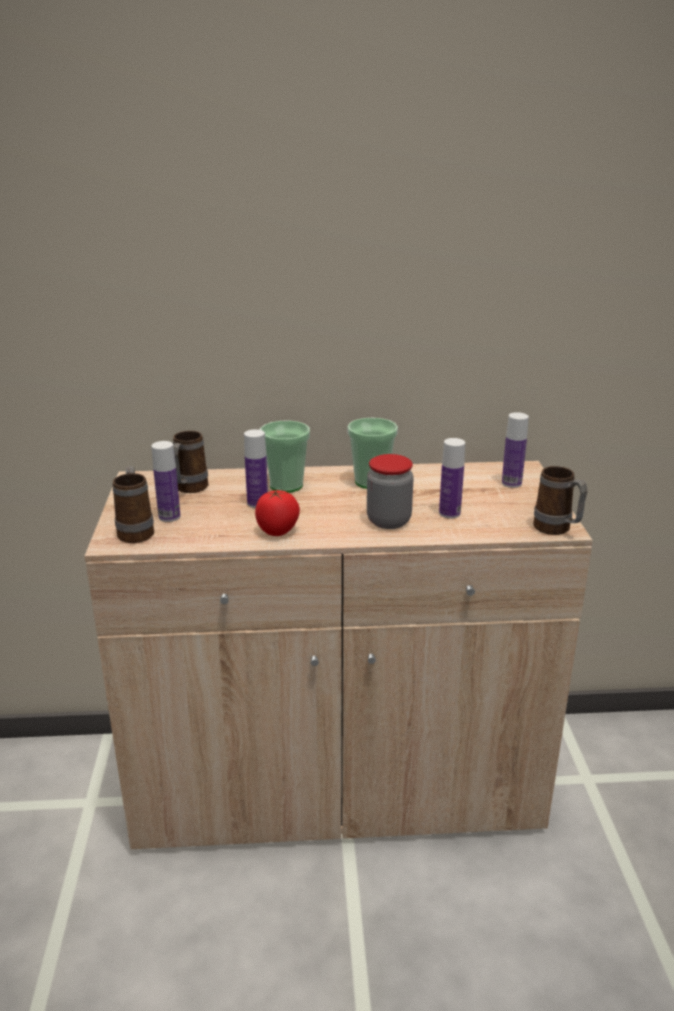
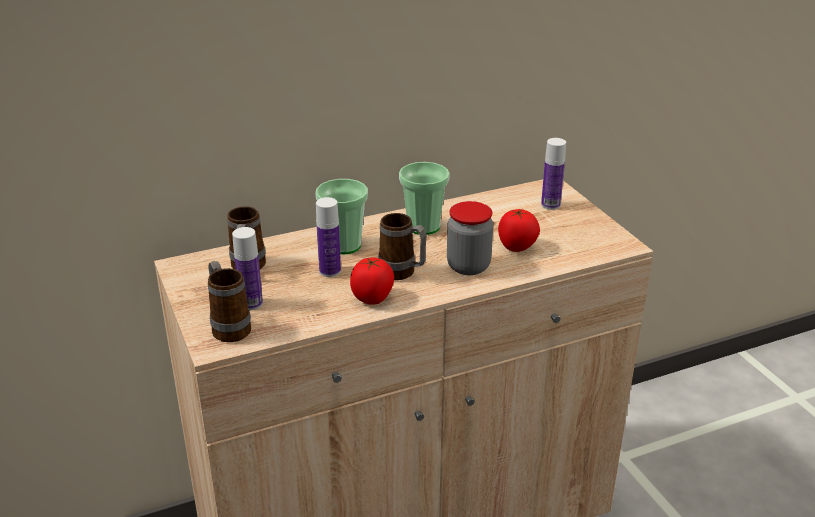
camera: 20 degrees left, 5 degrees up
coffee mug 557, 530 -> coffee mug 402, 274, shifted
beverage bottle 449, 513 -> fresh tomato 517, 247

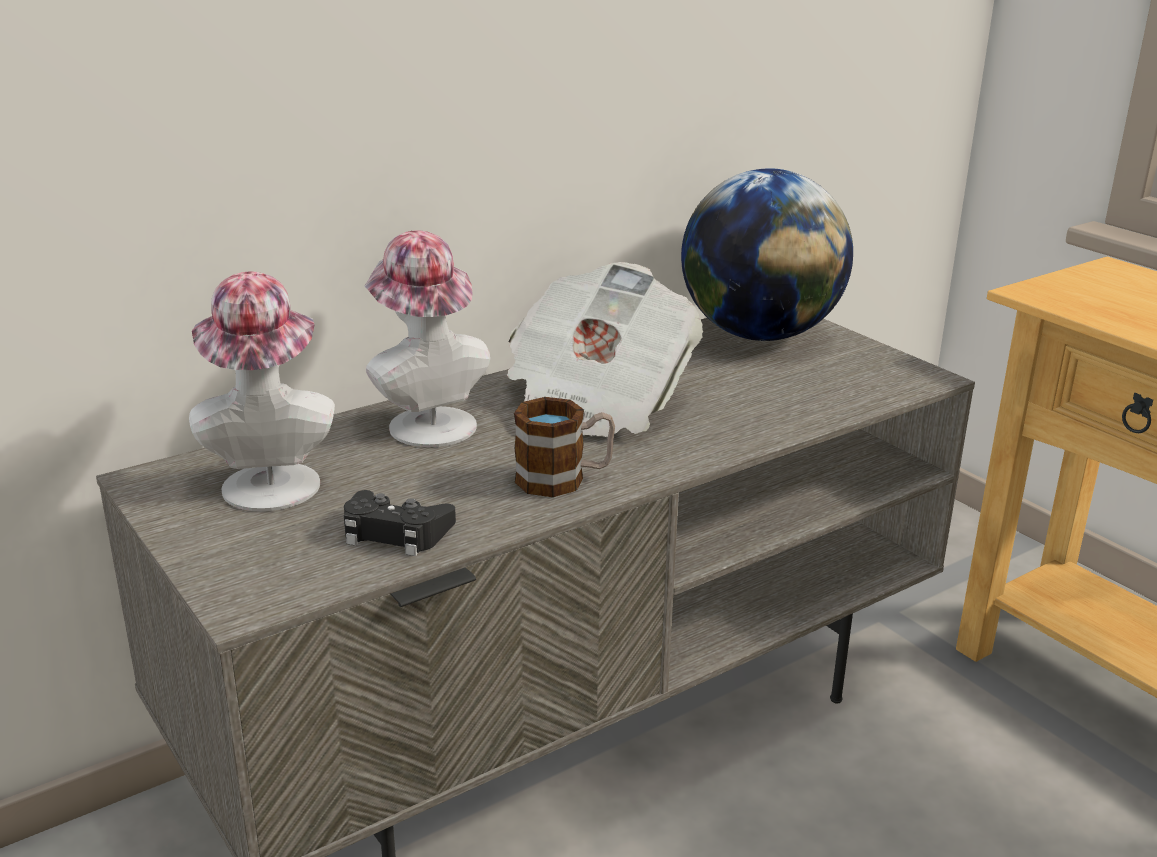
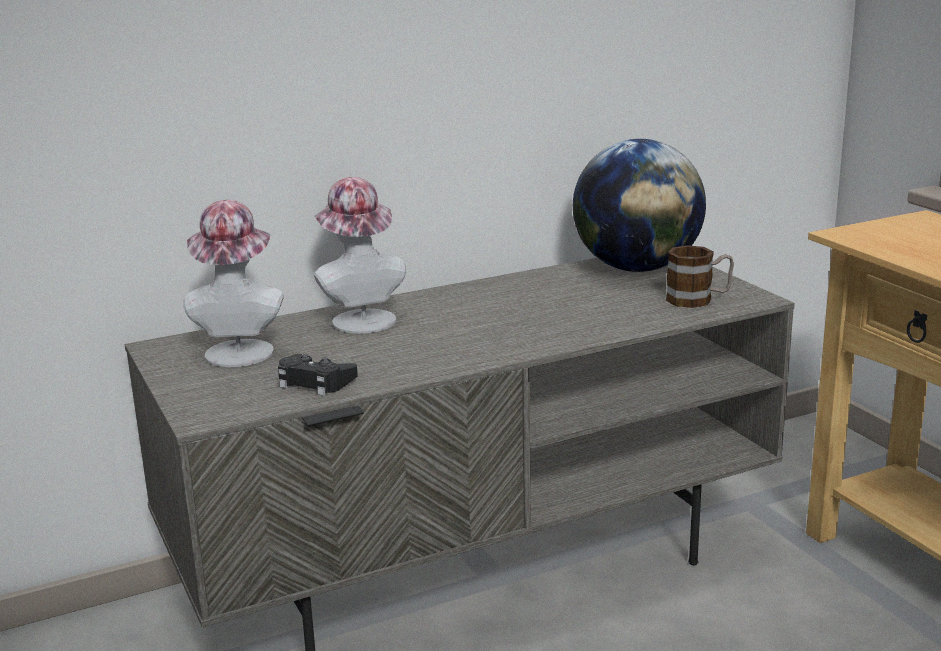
camera: 10 degrees right, 5 degrees down
newspaper 594, 403 -> none
coffee mug 564, 479 -> coffee mug 698, 299, shifted

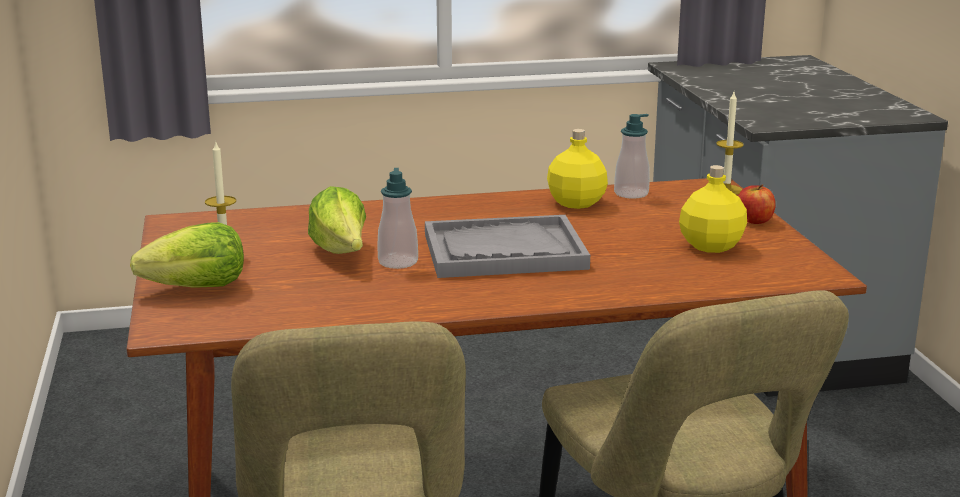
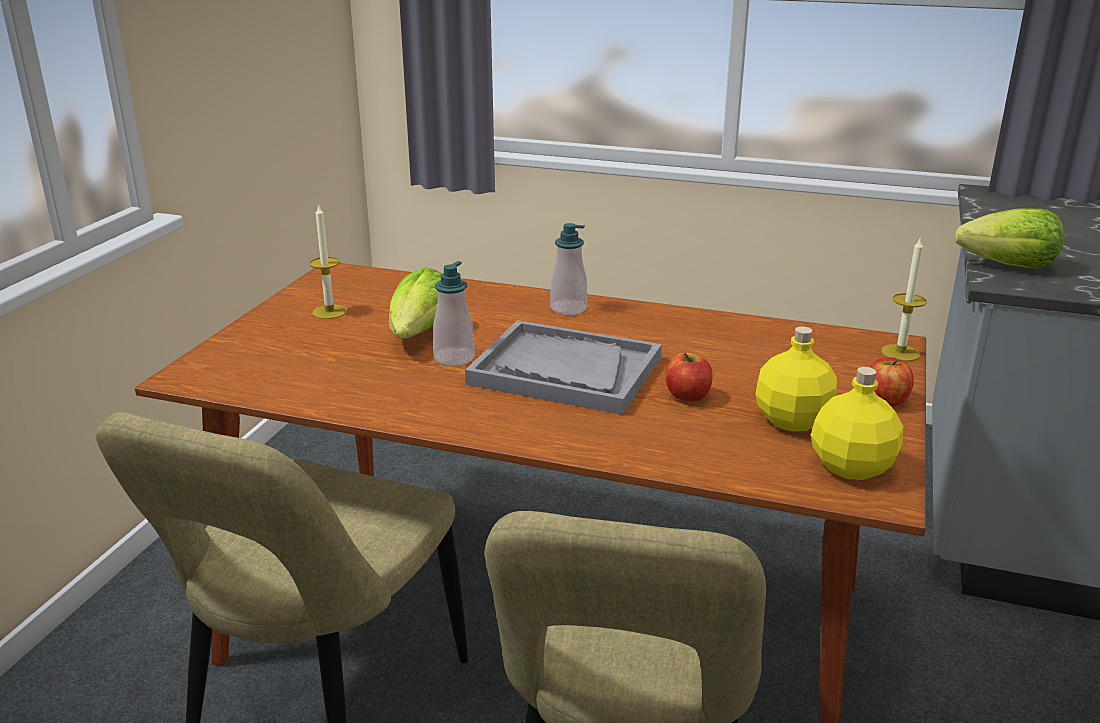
camera: 30 degrees right, 5 degrees up
none -> apple 688, 396
lettuce head 197, 288 -> lettuce head 1009, 266, shifted
yellow-coloured beverage bottle 576, 202 -> yellow-coloured beverage bottle 852, 466, shifted
soap bottle 631, 194 -> soap bottle 568, 308, shifted

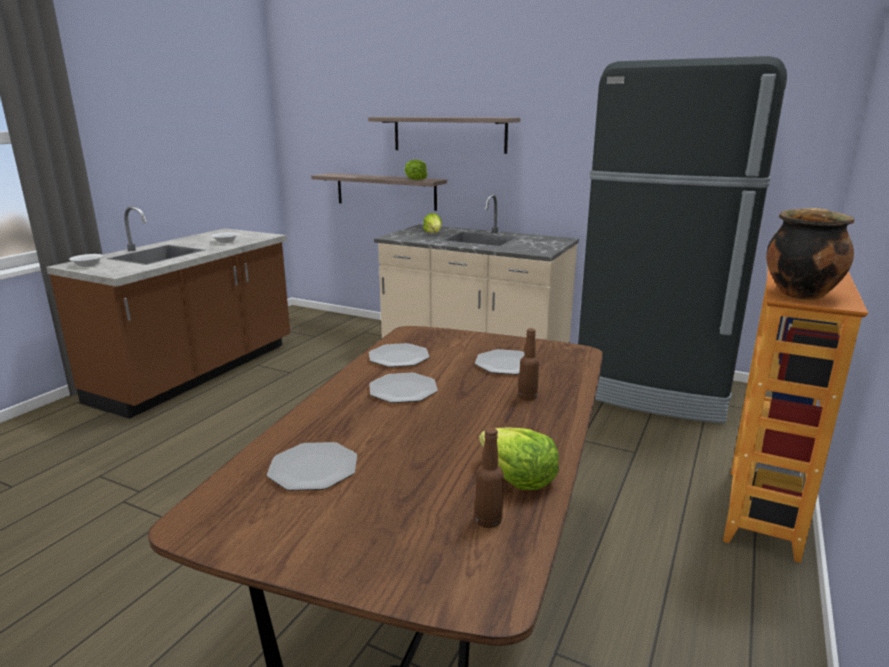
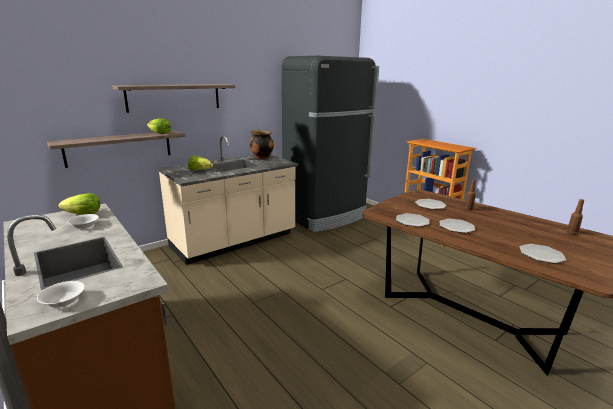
camera: 65 degrees left, 0 degrees up
lettuce head 517, 478 -> lettuce head 84, 214, shifted
saucepot 799, 294 -> saucepot 261, 157, shifted

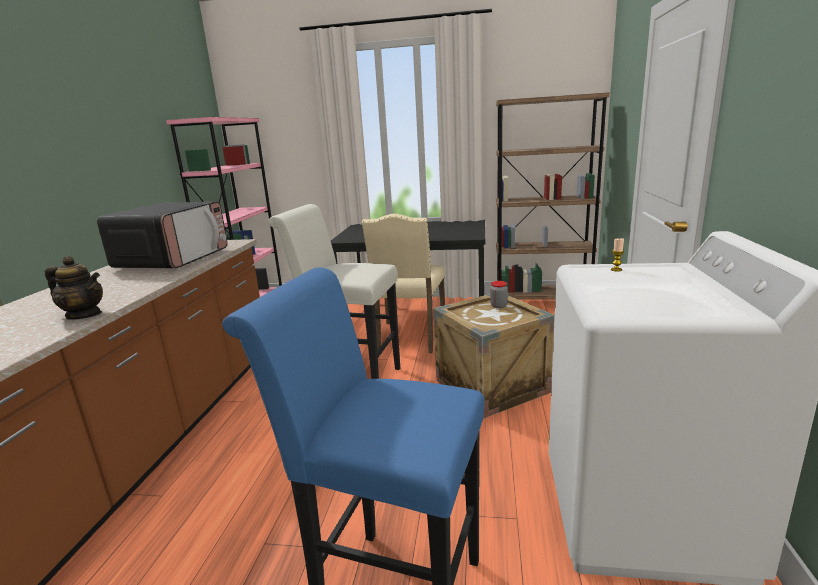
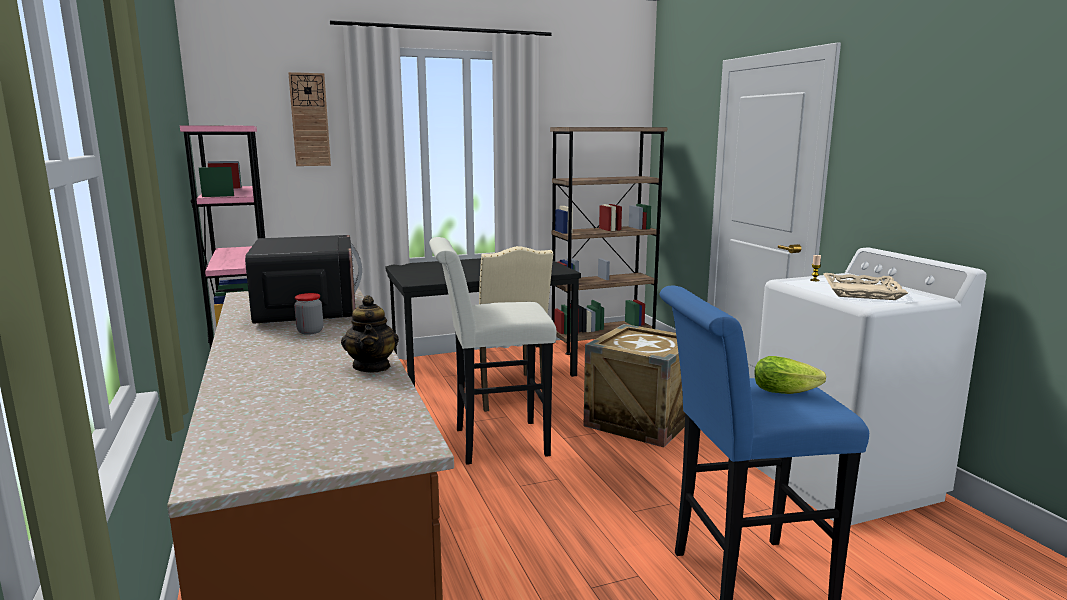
camera: 30 degrees left, 5 degrees down
none -> hanging clock 310, 120
none -> lettuce head 789, 391
none -> beige-coloured tray 861, 292
jar 498, 306 -> jar 310, 331, shifted
tea pot 84, 315 -> tea pot 372, 367, 90 degrees clockwise

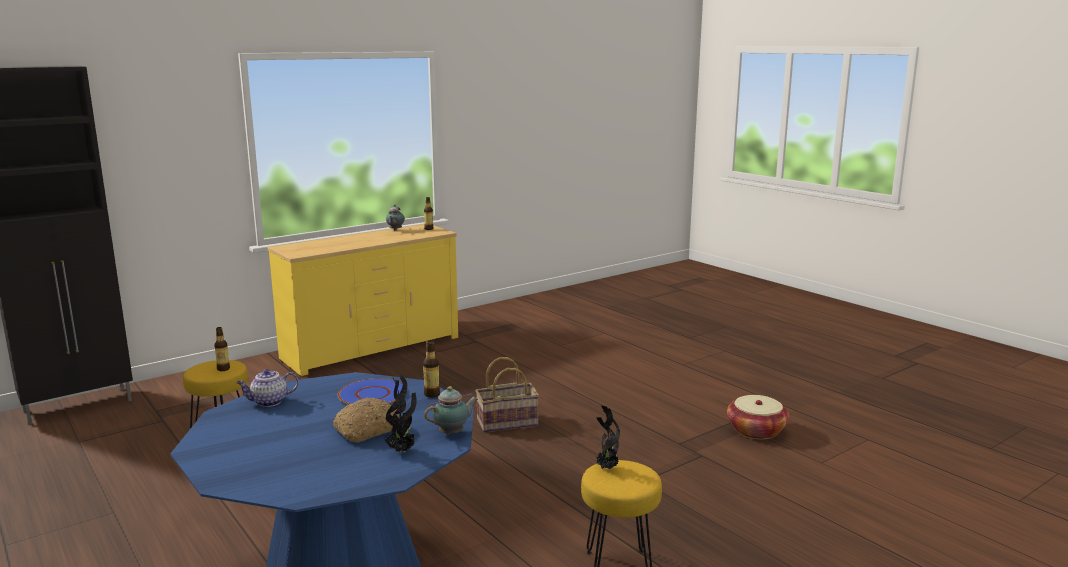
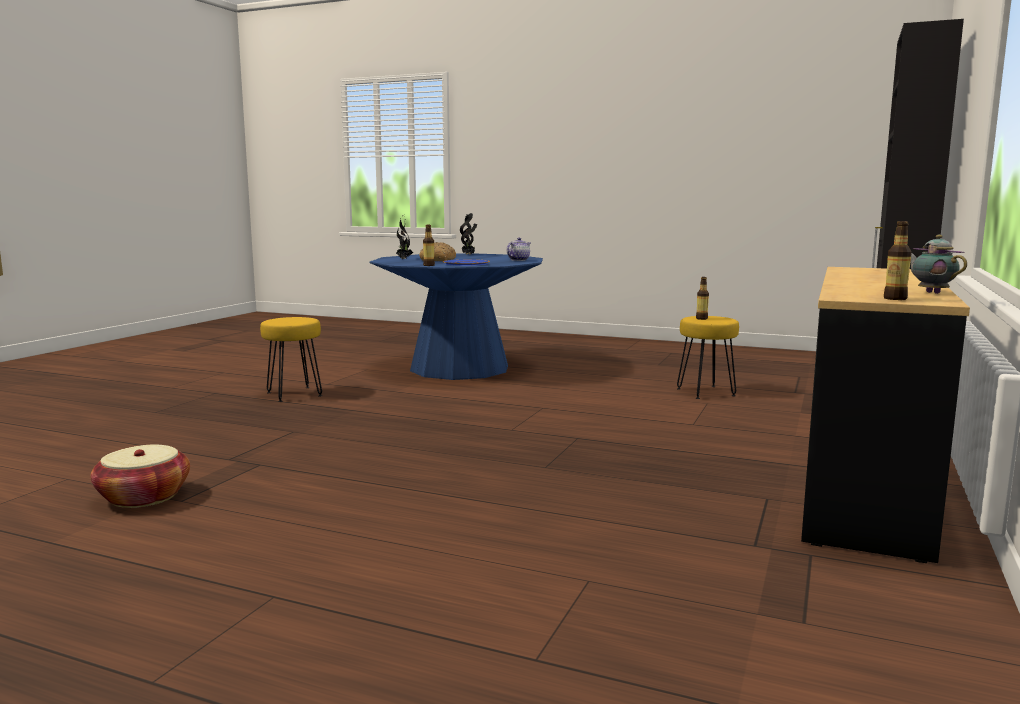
camera: 150 degrees right, 5 degrees down
tea pot 453, 433 -> none
storage basket 507, 422 -> none
plant in a pot 606, 468 -> plant in a pot 468, 255, shifted
yellow-coloured chest of drawers 371, 348 -> black-coloured chest of drawers 865, 489

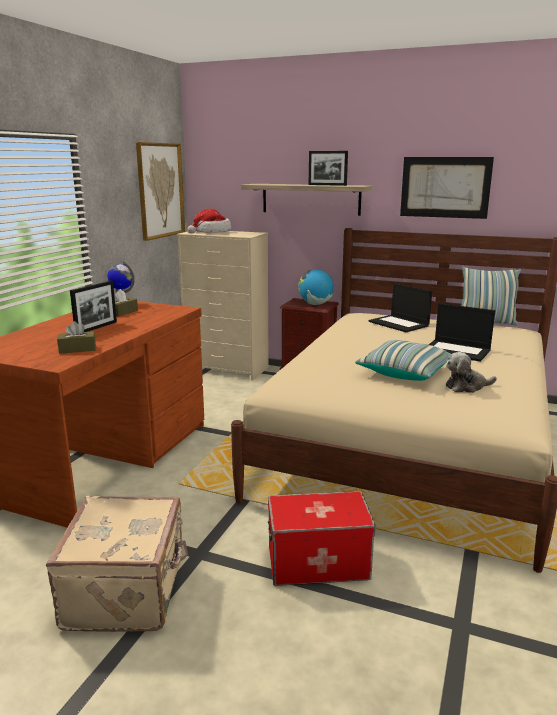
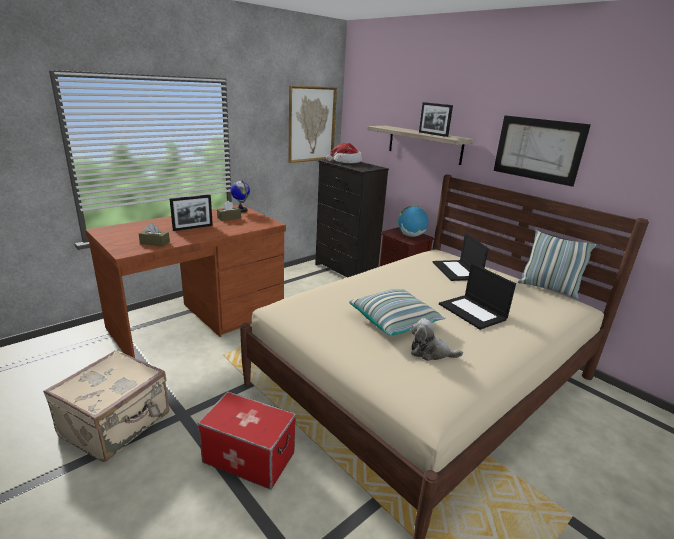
camera: 25 degrees right, 5 degrees up
beige-coloured chest of drawers 227, 369 -> black-coloured chest of drawers 345, 271

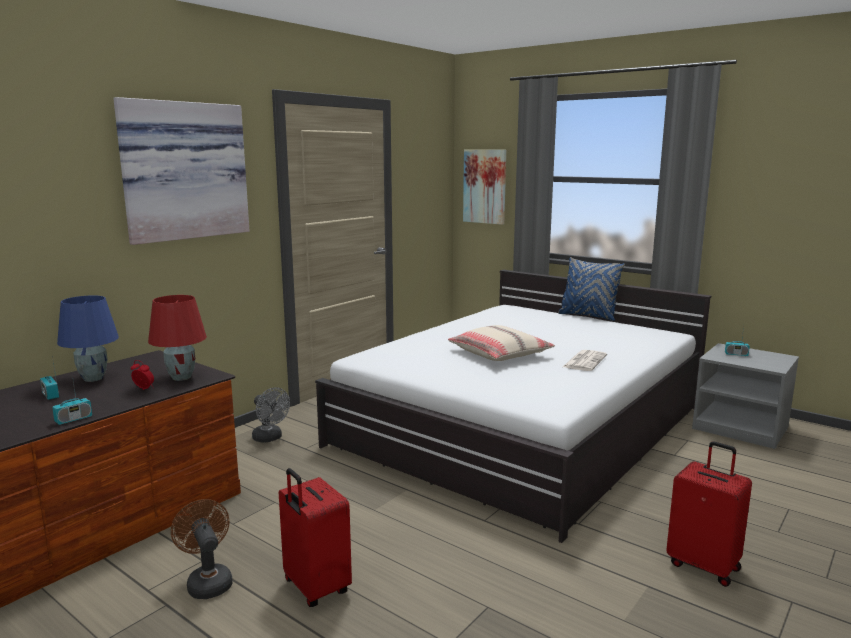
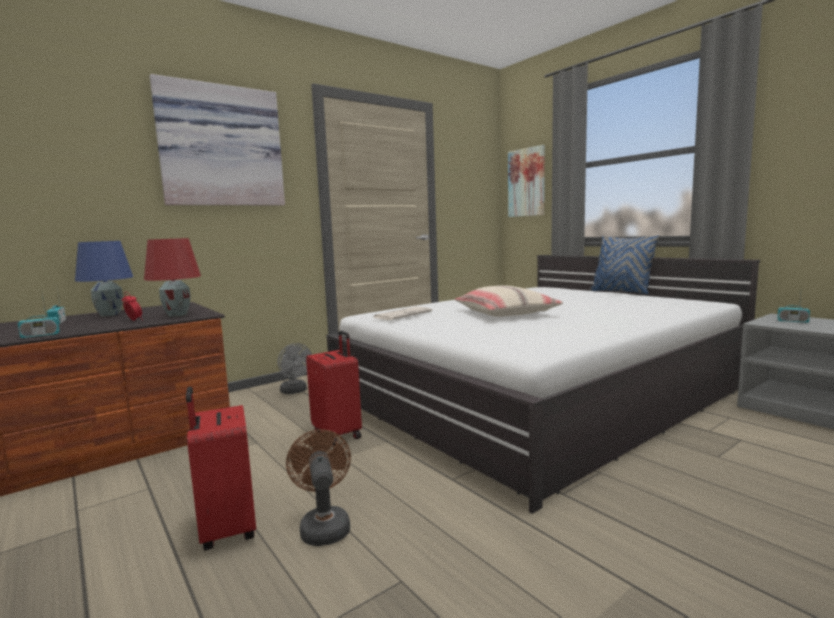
camera: 15 degrees right, 5 degrees down
brown electric fan 207, 581 -> brown electric fan 324, 526, shifted
newspaper 584, 361 -> newspaper 402, 314, shifted
red suitcase 704, 565 -> red suitcase 338, 434, shifted

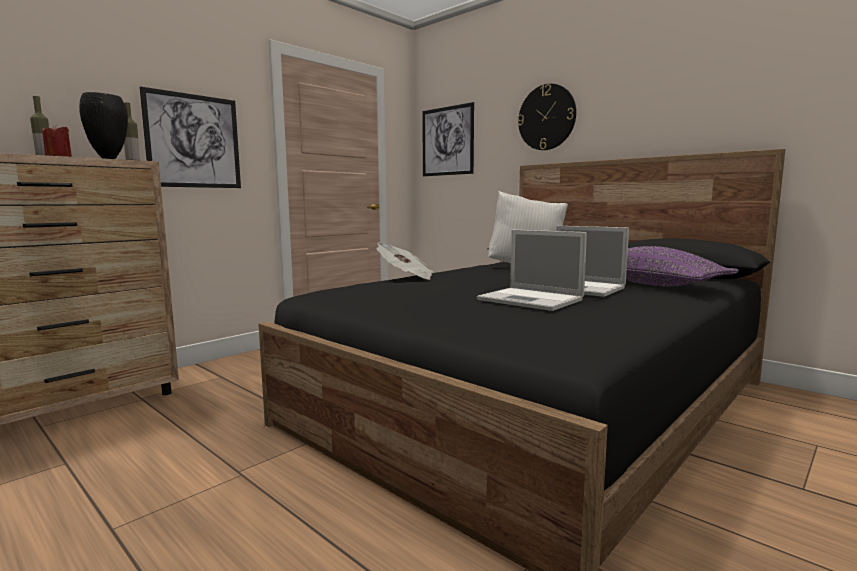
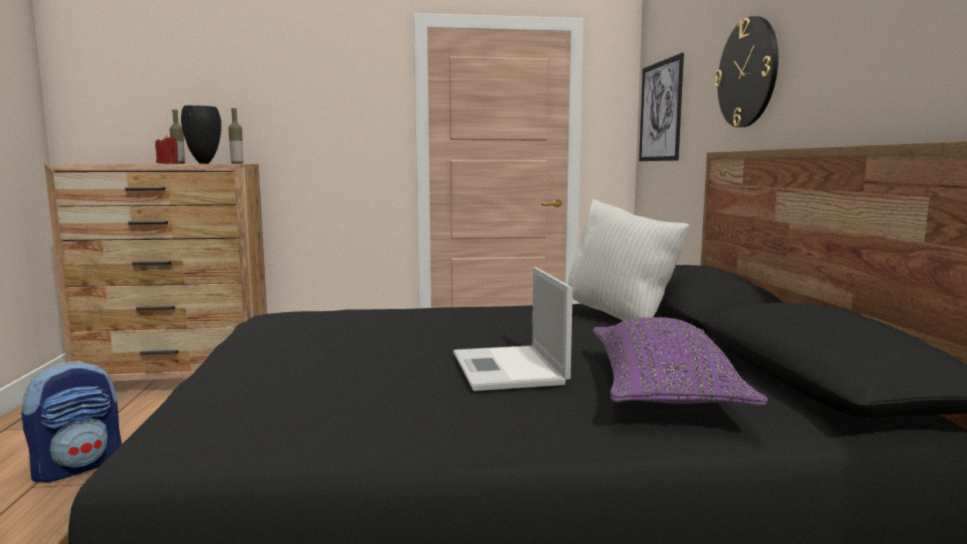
camera: 40 degrees right, 0 degrees up
picture 193, 141 -> none
newspaper 406, 277 -> none
portable computer 532, 300 -> none
none -> knapsack 78, 466

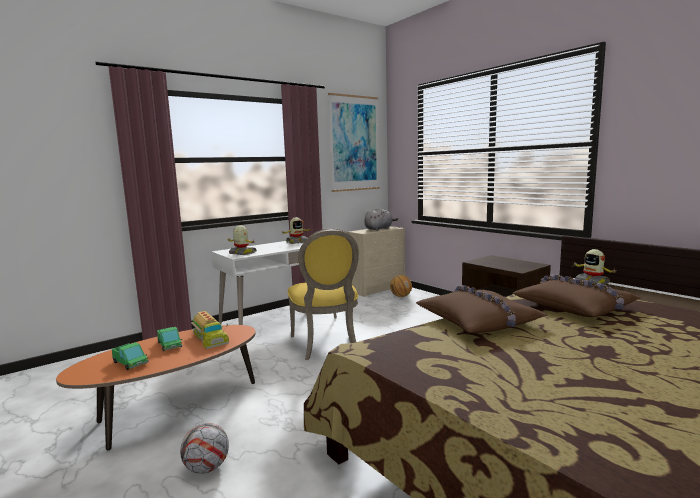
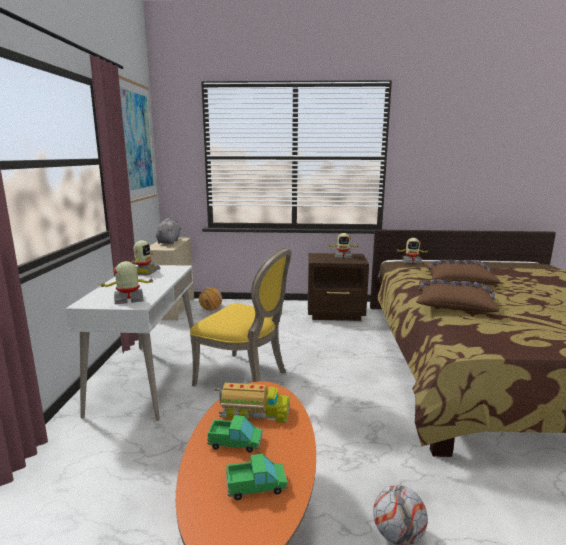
camera: 50 degrees left, 5 degrees up
none -> model robot 342, 256

